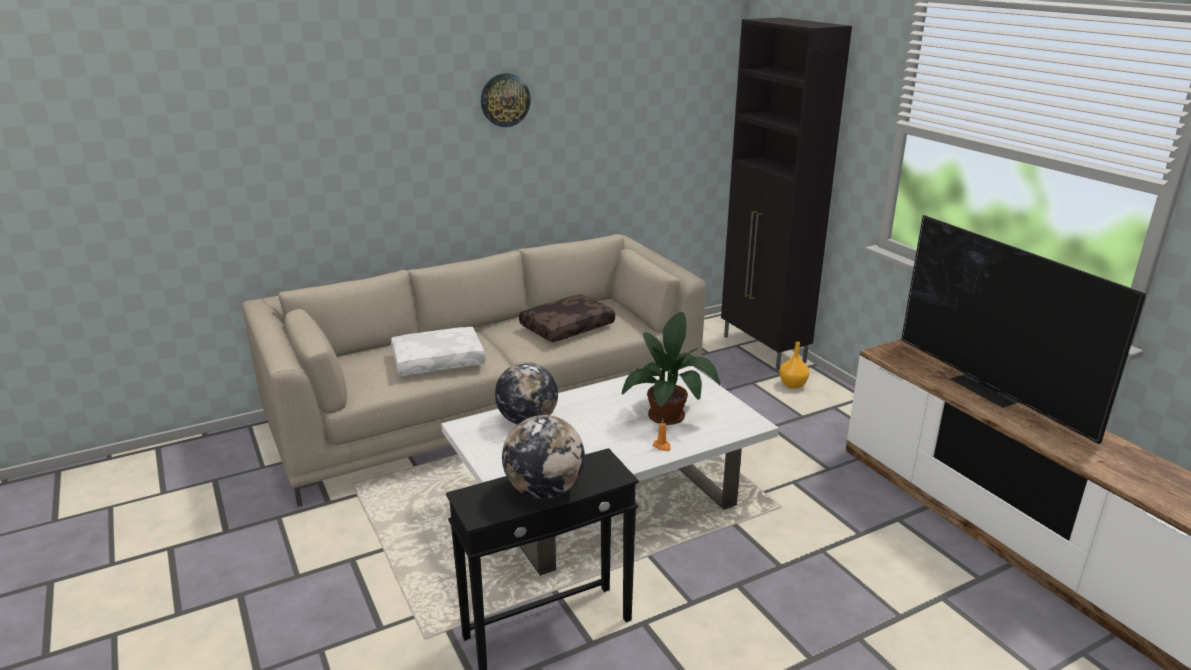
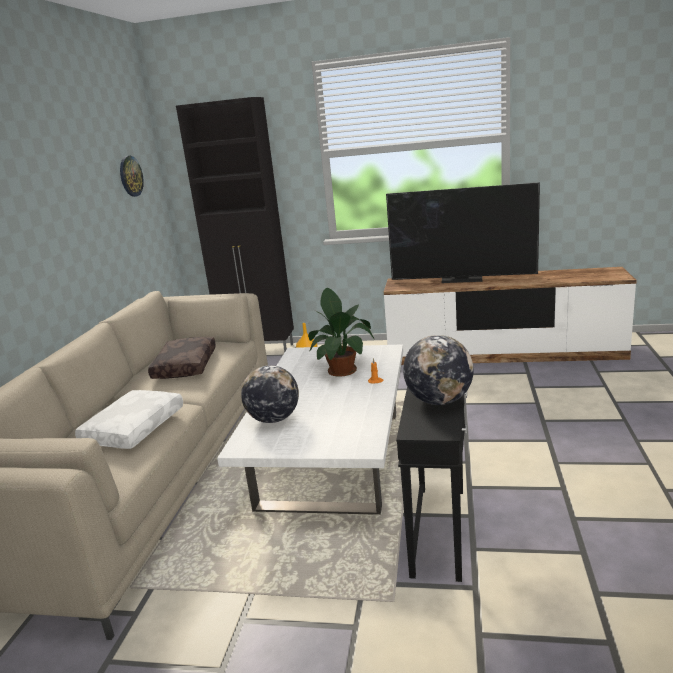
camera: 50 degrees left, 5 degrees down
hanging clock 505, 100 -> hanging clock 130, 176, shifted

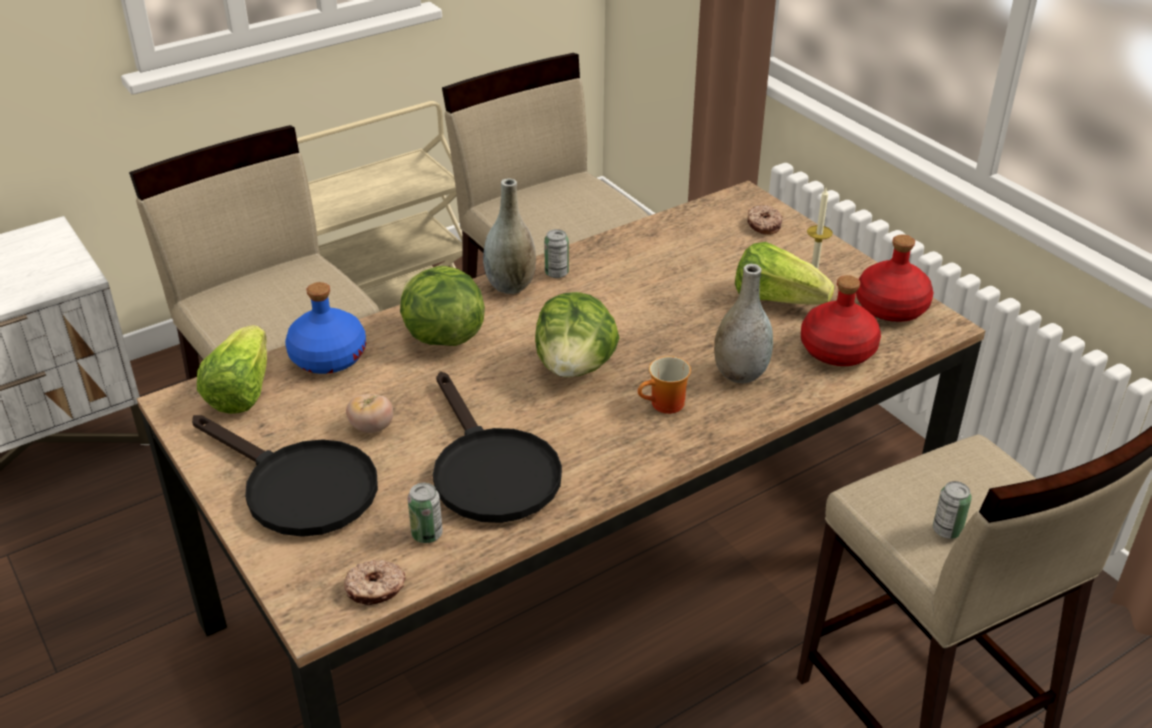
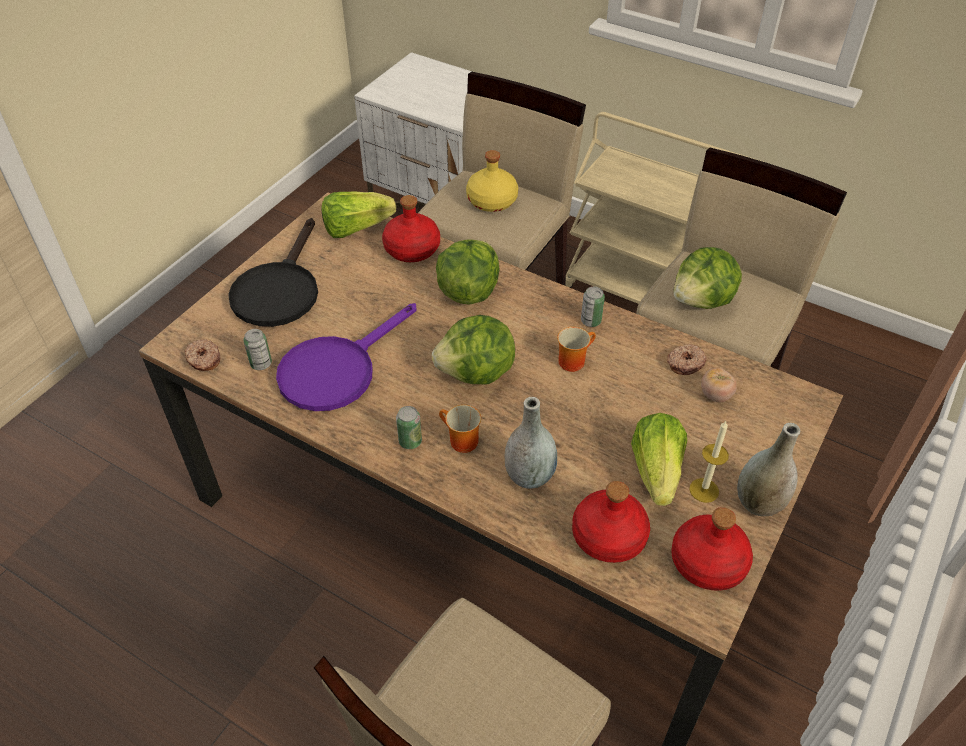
camera: 65 degrees right, 10 degrees up
none -> yellow-coloured beverage bottle 491, 201
none -> coffee mug 572, 359
none -> lettuce head 702, 301
fresh tomato 372, 427 -> fresh tomato 715, 395, shifted
grey flower vase 510, 286 -> grey flower vase 759, 503, shifted
ring doughnut 763, 225 -> ring doughnut 685, 363, shifted
can 947, 530 -> can 410, 441, shifted
bluish beverage bottle 327, 357 -> red beverage bottle 412, 249
black-coloured skillet 489, 470 -> purple skillet 337, 370

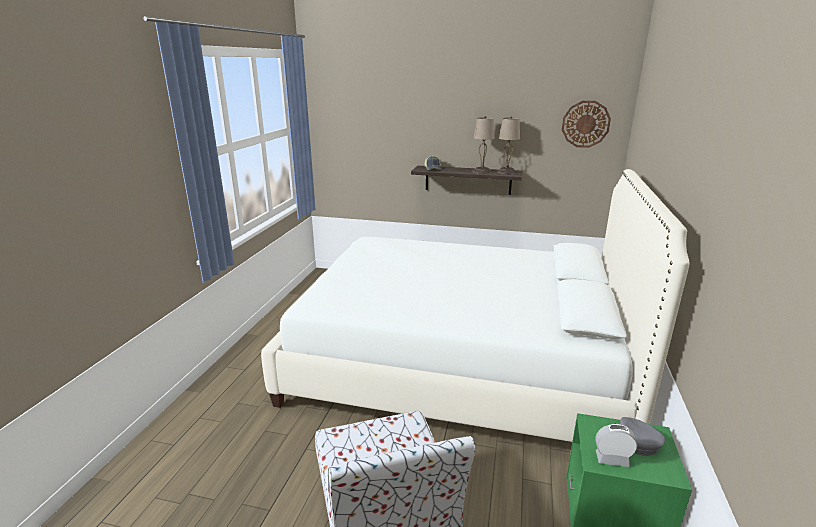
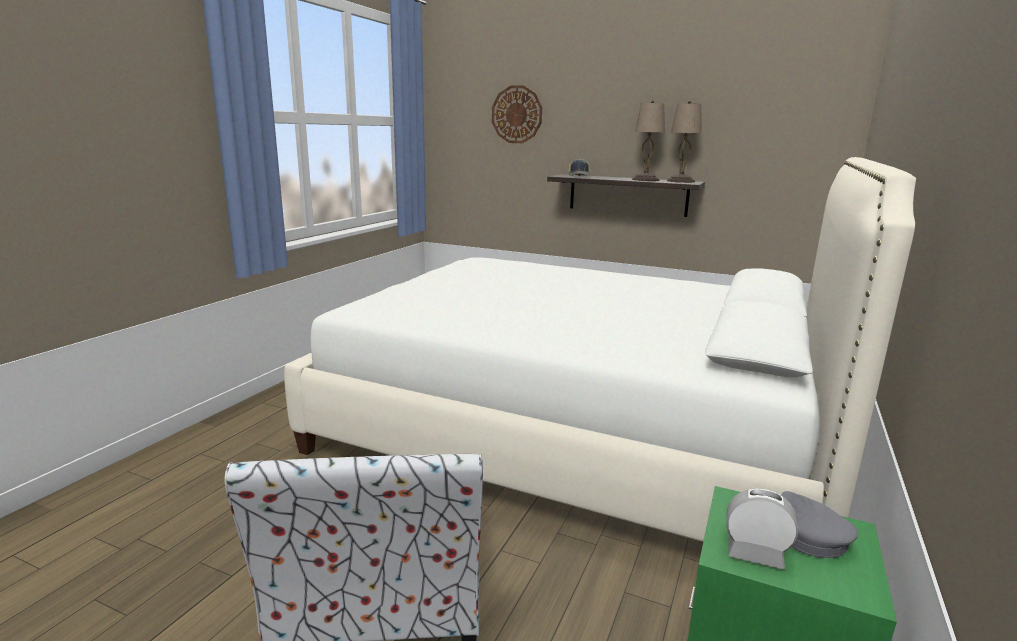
camera: 10 degrees right, 5 degrees down
hanging clock 585, 124 -> hanging clock 517, 114, shifted

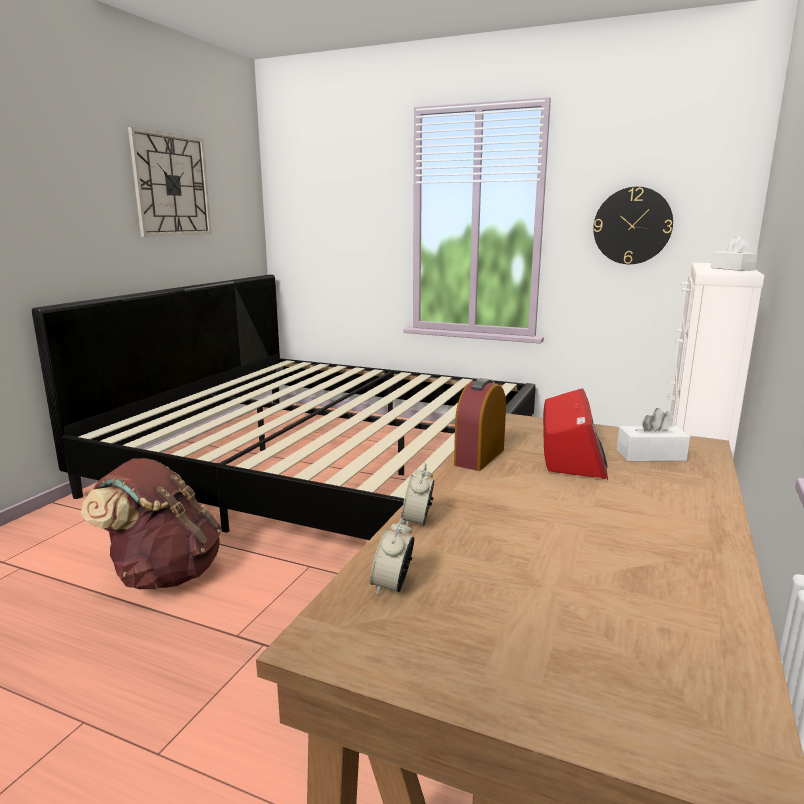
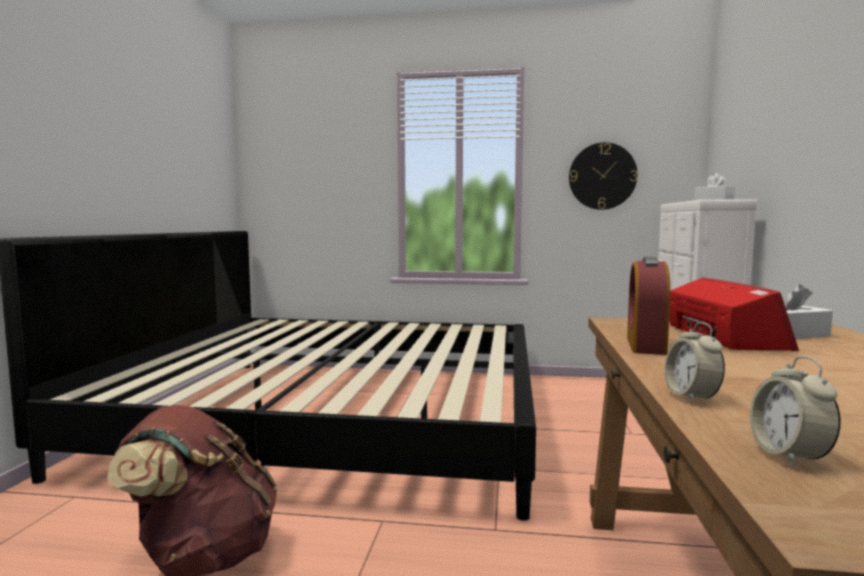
camera: 15 degrees left, 10 degrees down
hanging clock 171, 185 -> none

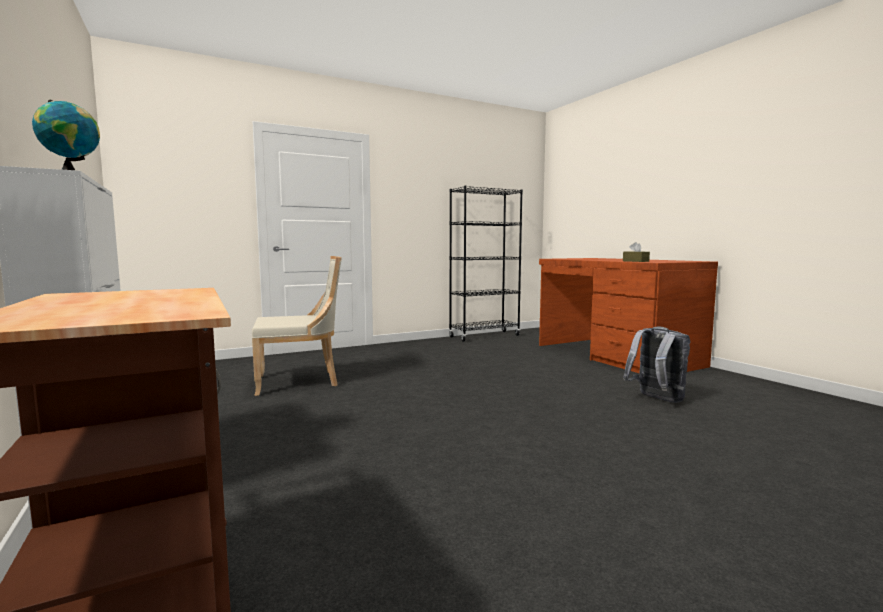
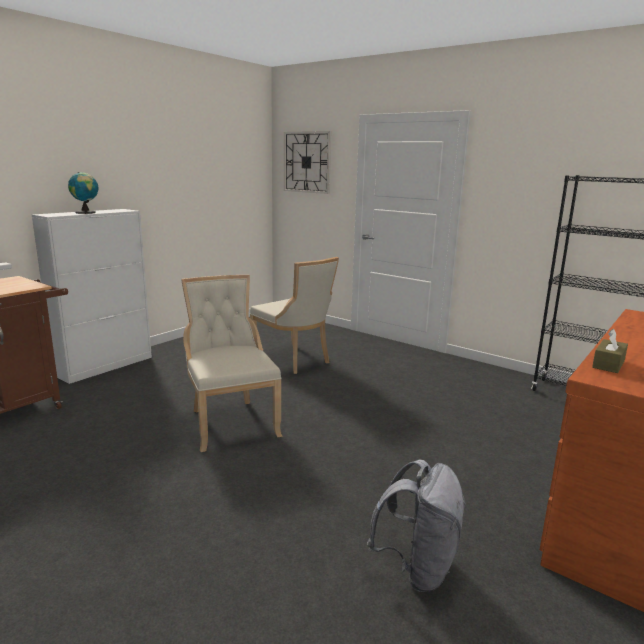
camera: 65 degrees right, 10 degrees up
none -> beige-coloured upright chair 230, 422
none -> hanging clock 307, 162

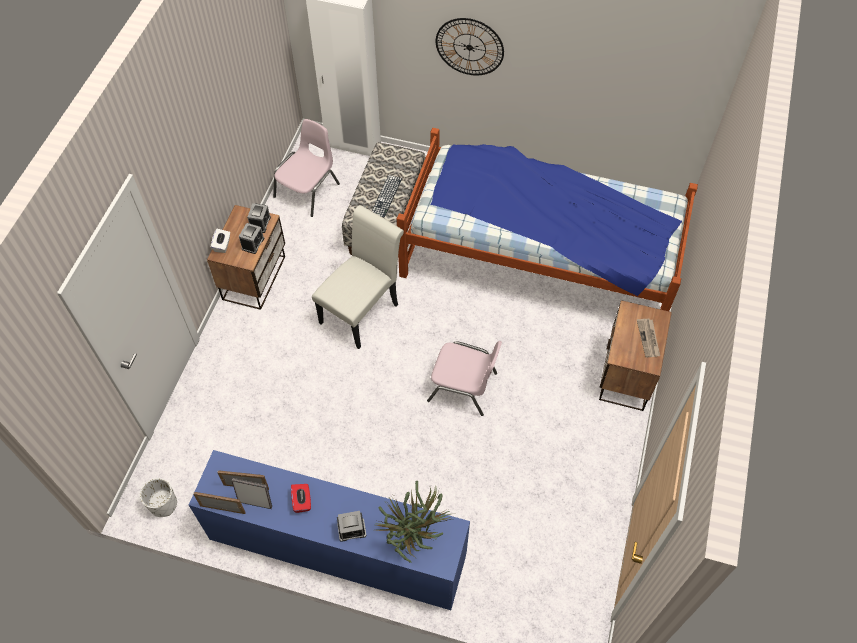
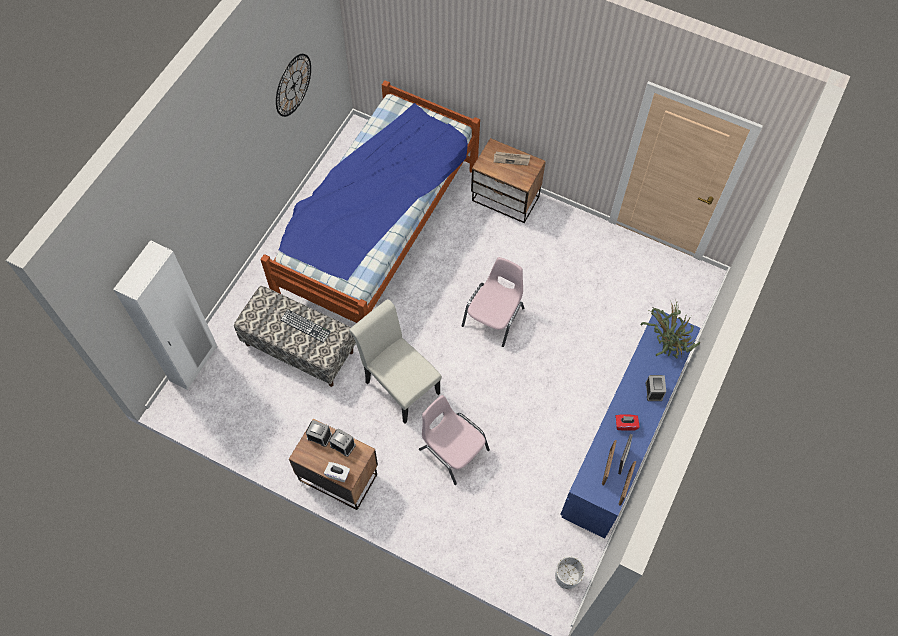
camera: 80 degrees left, 5 degrees up
pink upright chair 308, 190 -> pink upright chair 452, 449, shifted
hanging clock 469, 47 -> hanging clock 293, 85, shifted

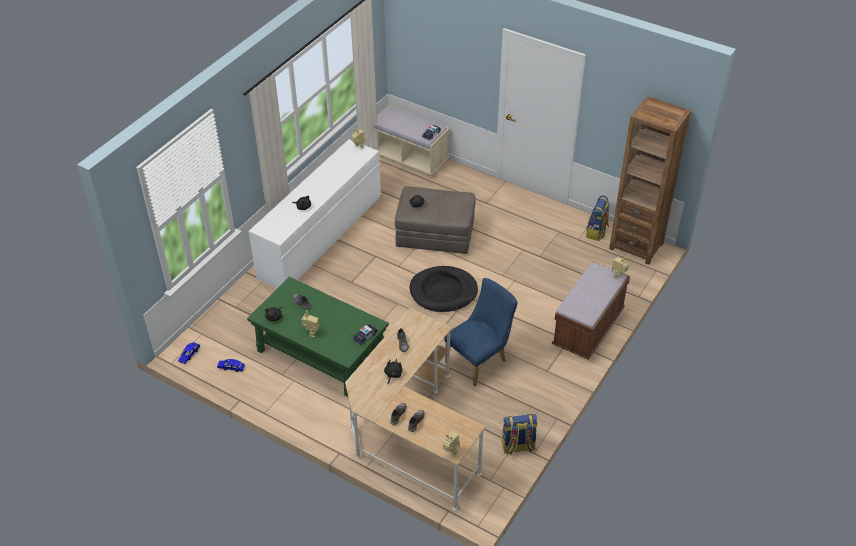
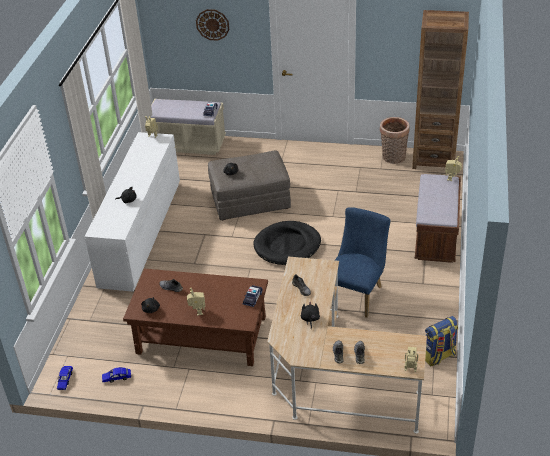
camera: 20 degrees left, 5 degrees down
none -> hanging clock 212, 24
knapsack 597, 232 -> storage basket 393, 158
green coffee table 322, 352 -> brown coffee table 202, 334

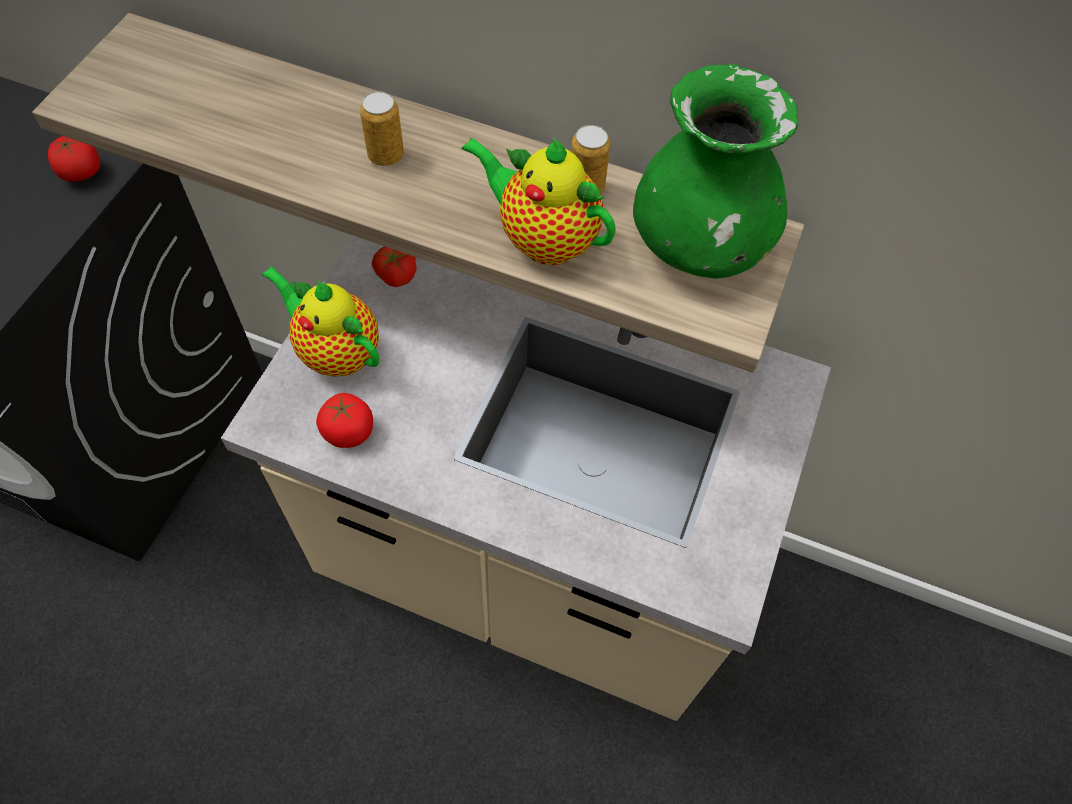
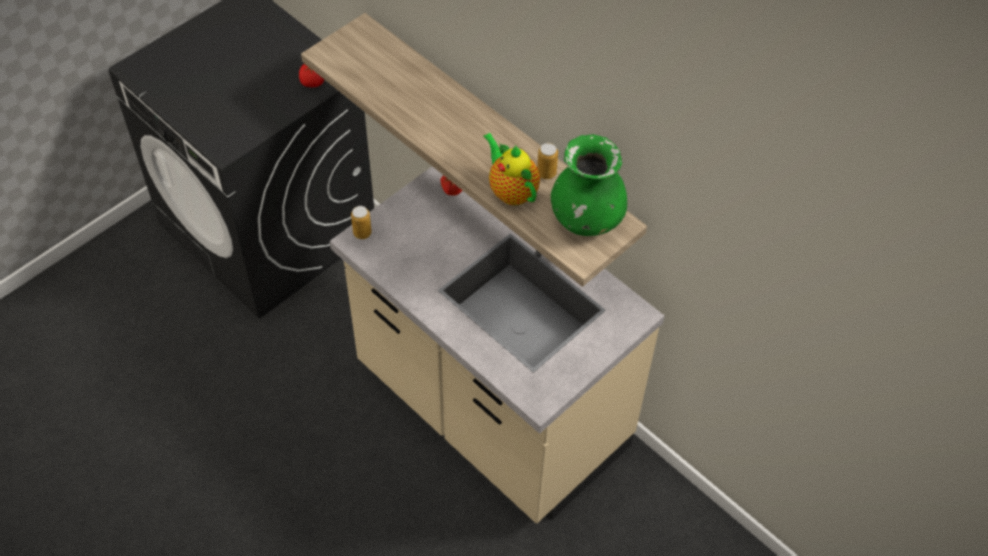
camera: 25 degrees right, 5 degrees down
tea pot 335, 351 -> none
fresh tomato 349, 431 -> none
can 386, 155 -> can 362, 233, shifted

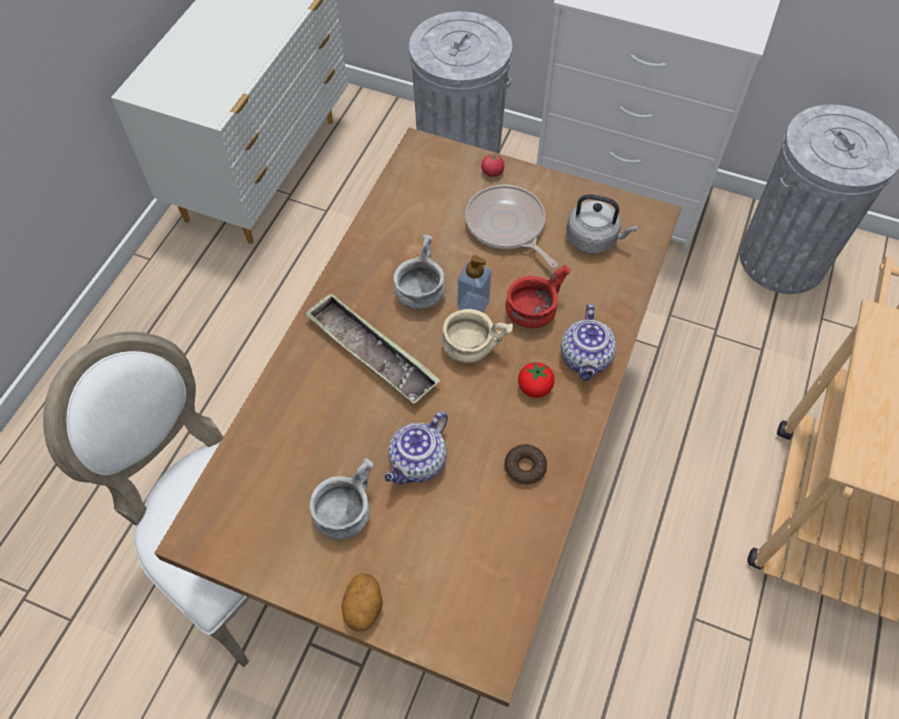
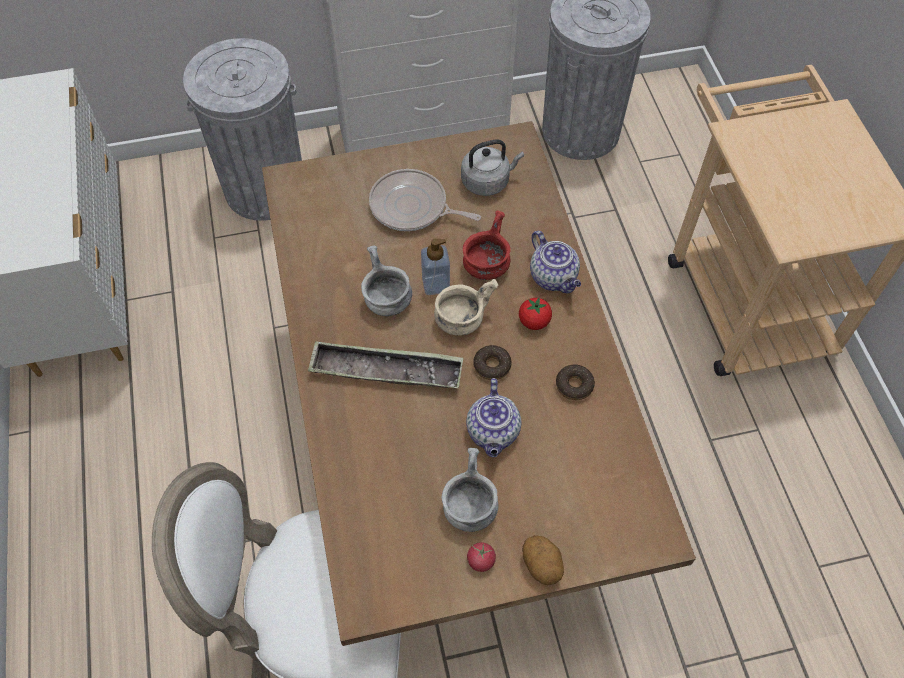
camera: 35 degrees left, 0 degrees up
none -> ring doughnut 492, 366
fresh tomato 492, 172 -> fresh tomato 481, 560, shifted

